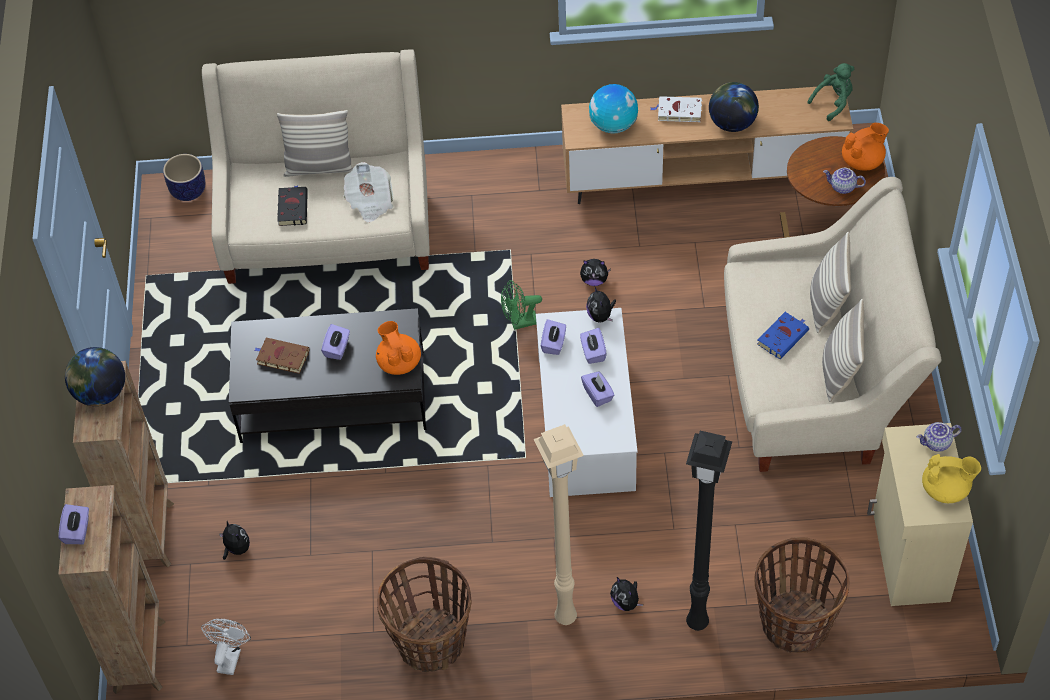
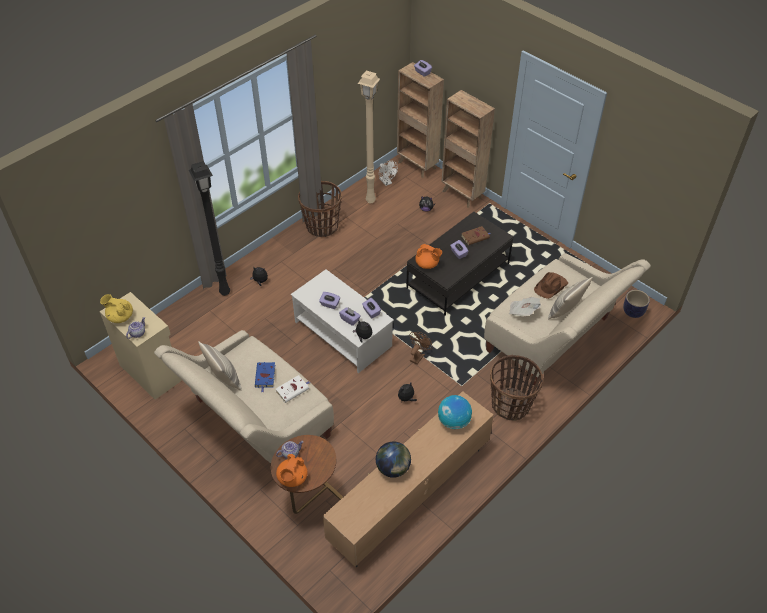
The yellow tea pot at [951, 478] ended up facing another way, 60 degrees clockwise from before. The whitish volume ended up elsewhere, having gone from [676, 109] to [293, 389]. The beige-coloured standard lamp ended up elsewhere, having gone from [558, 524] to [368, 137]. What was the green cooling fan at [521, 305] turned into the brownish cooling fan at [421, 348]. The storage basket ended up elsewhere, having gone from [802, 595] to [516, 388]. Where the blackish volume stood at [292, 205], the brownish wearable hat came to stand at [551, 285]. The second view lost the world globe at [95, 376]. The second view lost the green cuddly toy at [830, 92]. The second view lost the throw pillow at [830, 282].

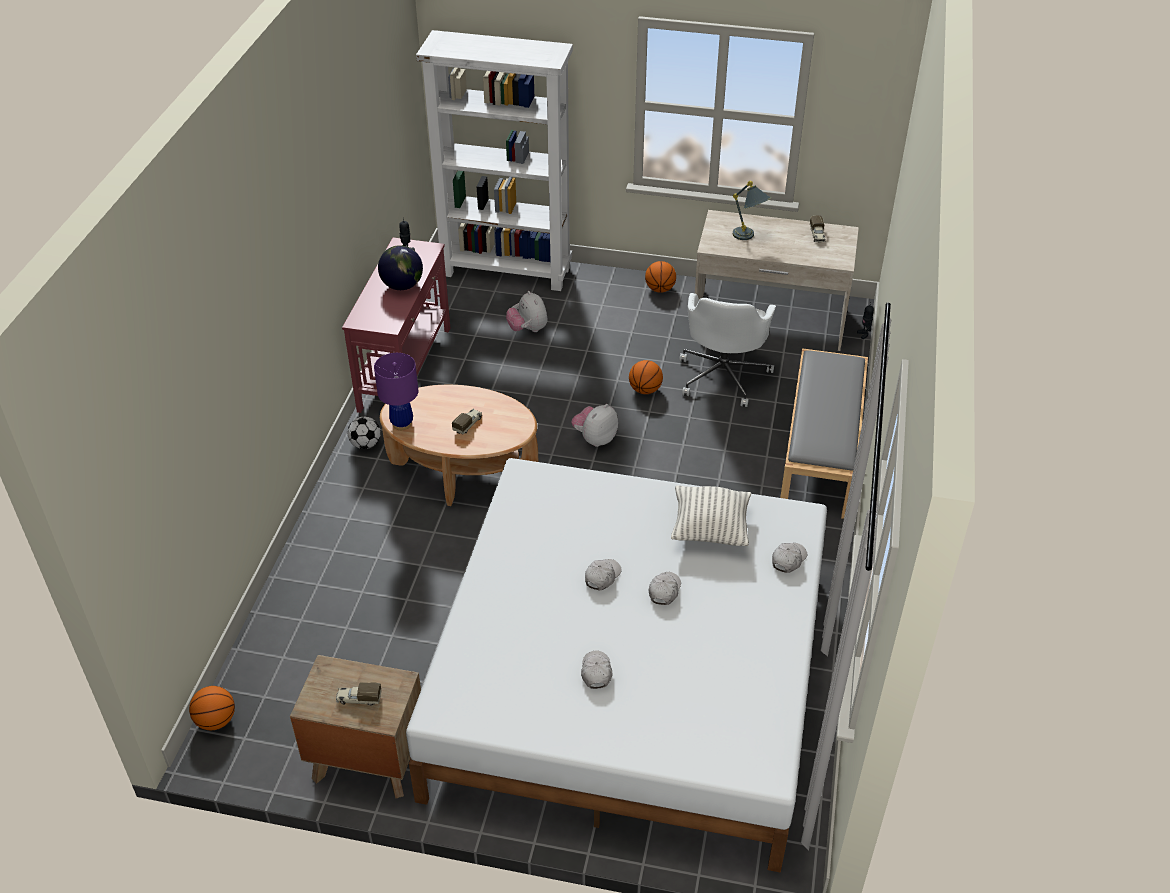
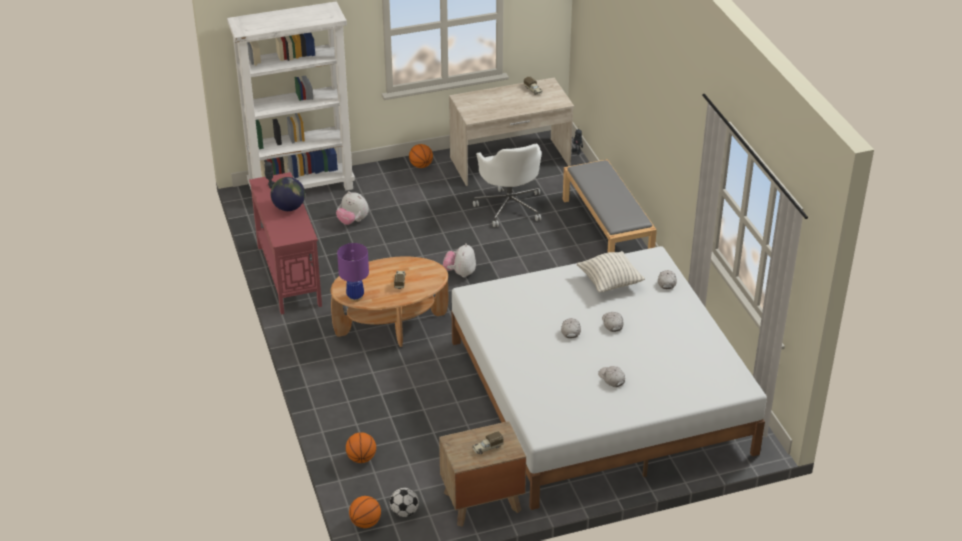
The basketball ended up elsewhere, having gone from [646, 377] to [361, 447]. The football ball ended up elsewhere, having gone from [364, 432] to [404, 502]. The second view lost the grey tabletop lamp at [752, 210].

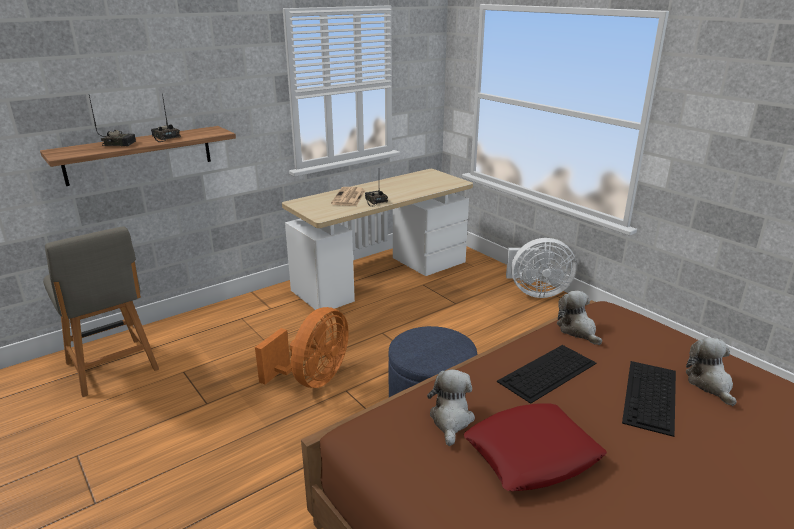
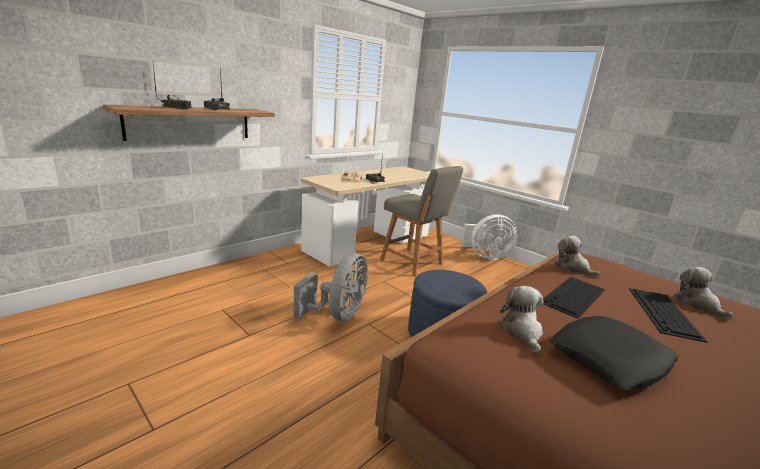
What was the orange cooling fan at [302, 347] turned into the grey cooling fan at [330, 287]. The grey plain chair ended up elsewhere, having gone from [101, 311] to [421, 221]. What was the reddish throw pillow at [535, 447] turned into the blackish throw pillow at [614, 353].

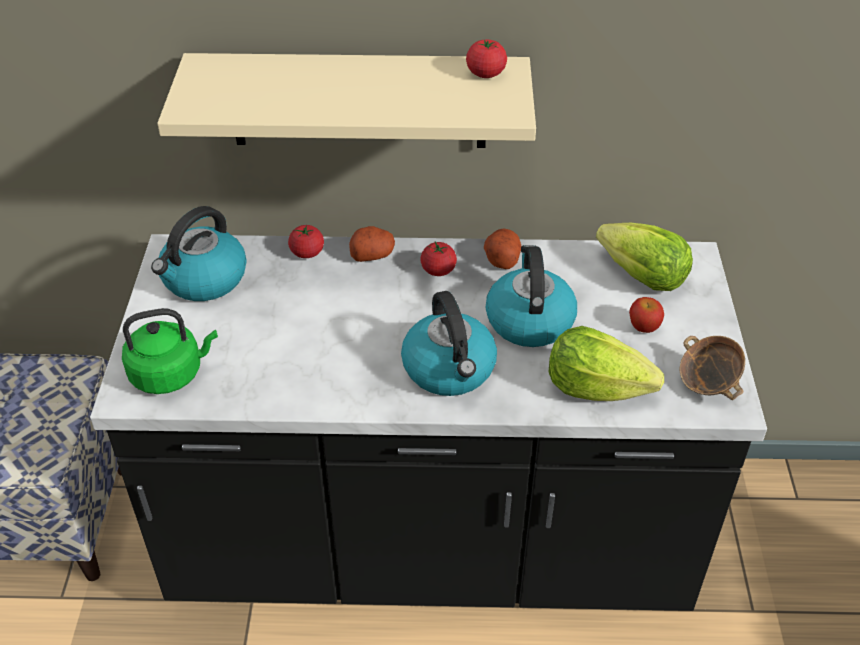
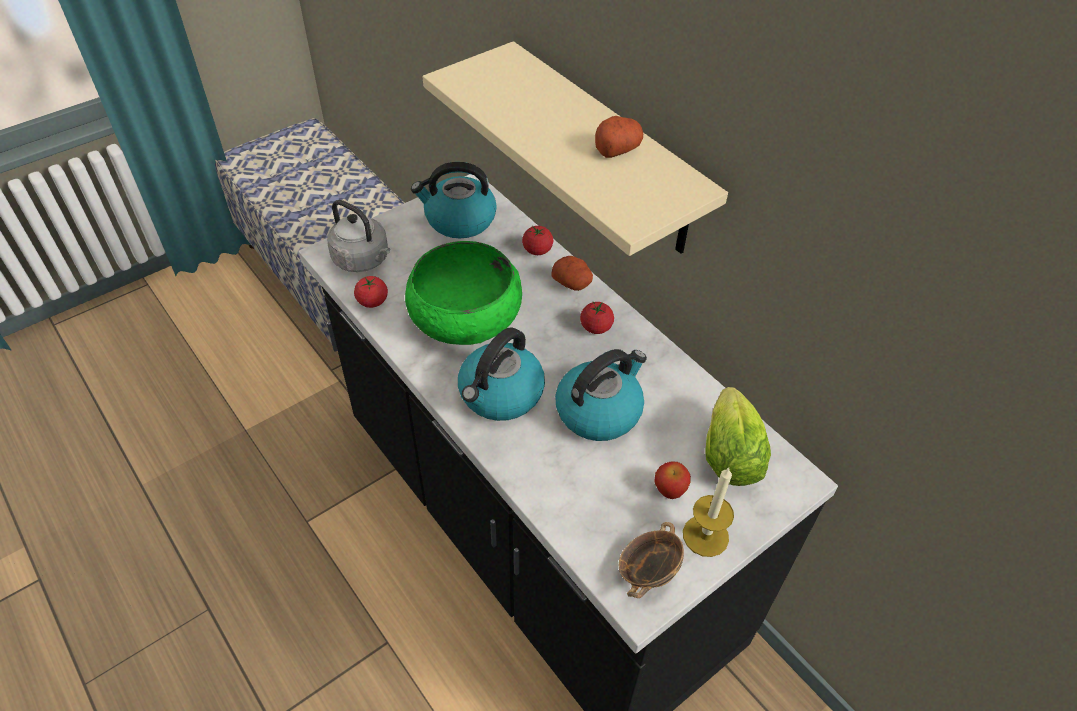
What was the green tea kettle at [170, 351] turned into the grey tea kettle at [358, 236]. The whole tomato ended up elsewhere, having gone from [486, 58] to [371, 292]. The second view gained the green deep dish at [463, 293]. The whole potato ended up elsewhere, having gone from [502, 249] to [619, 137]. The second view gained the candle at [708, 512]. The second view lost the lettuce at [606, 363].

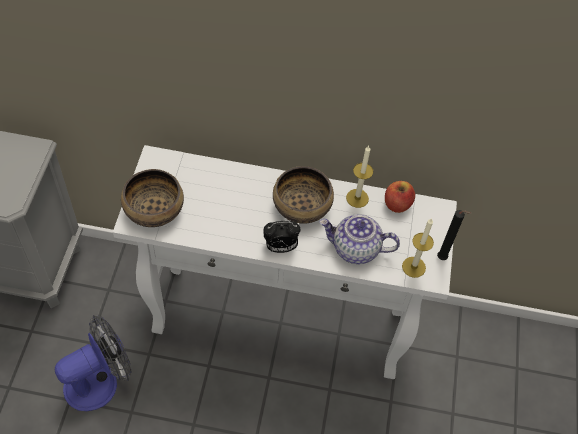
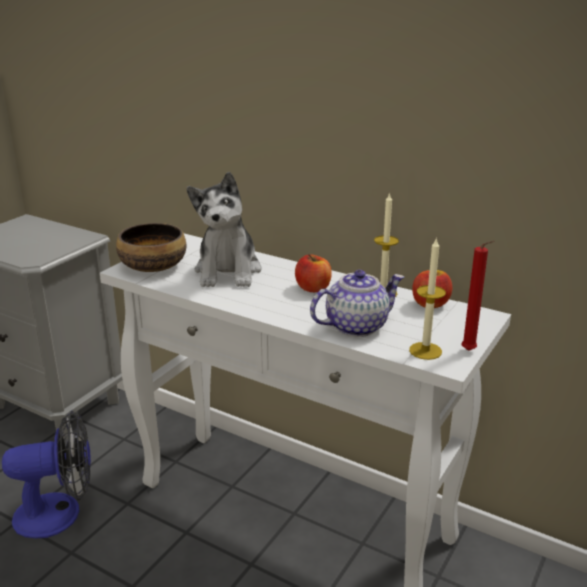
The second view gained the cuddly toy at [224, 229]. Where the deep dish stood at [303, 195], the whole apple came to stand at [313, 273]. The tea pot at [359, 239] ended up facing another way, 120 degrees clockwise from before. What was the blackish candle at [454, 235] turned into the reddish candle at [478, 296]. The second view lost the alarm clock at [281, 237].

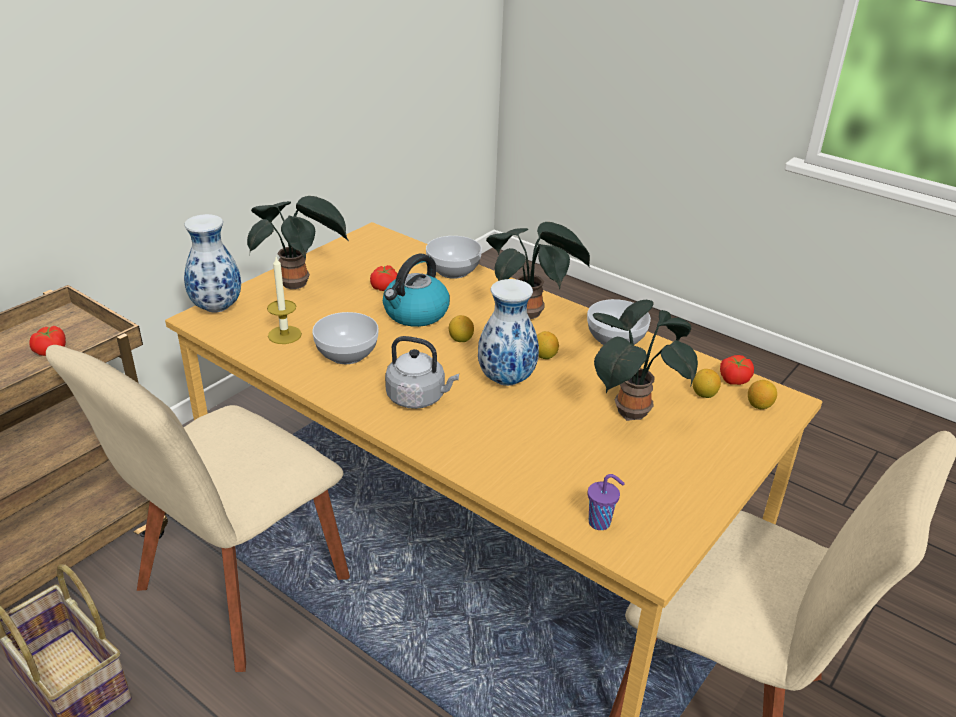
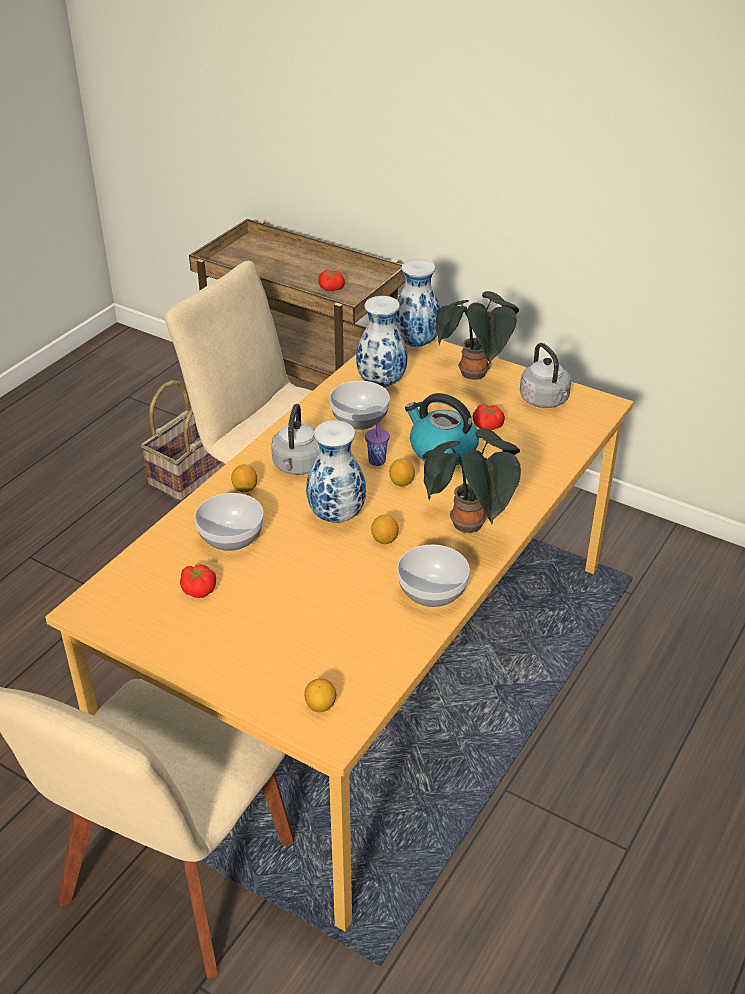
The whole tomato ended up elsewhere, having gone from [737, 370] to [198, 581]. The deep dish ended up elsewhere, having gone from [454, 257] to [229, 522]. The citrus fruit ended up elsewhere, having gone from [706, 383] to [244, 478]. Where the candle stood at [284, 300], the flower vase came to stand at [381, 341]. The purple-coloured small cup ended up elsewhere, having gone from [606, 502] to [377, 444]. The second view gained the grey tea kettle at [545, 375]. The second view lost the plant in a pot at [645, 360].

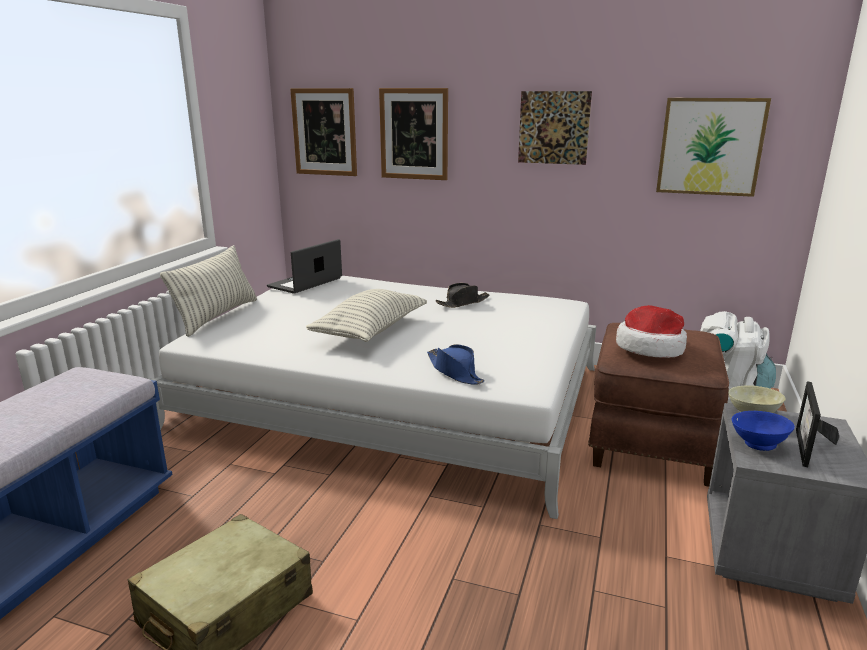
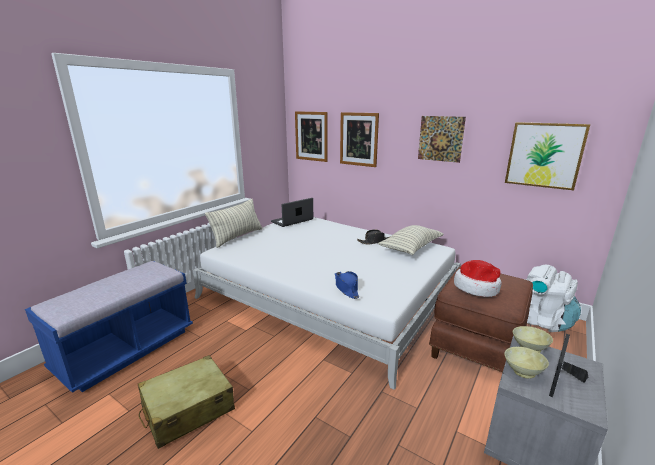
The throw pillow ended up elsewhere, having gone from [366, 315] to [410, 240]. What was the blue-coloured deep dish at [763, 431] turned into the beige-coloured deep dish at [526, 363].

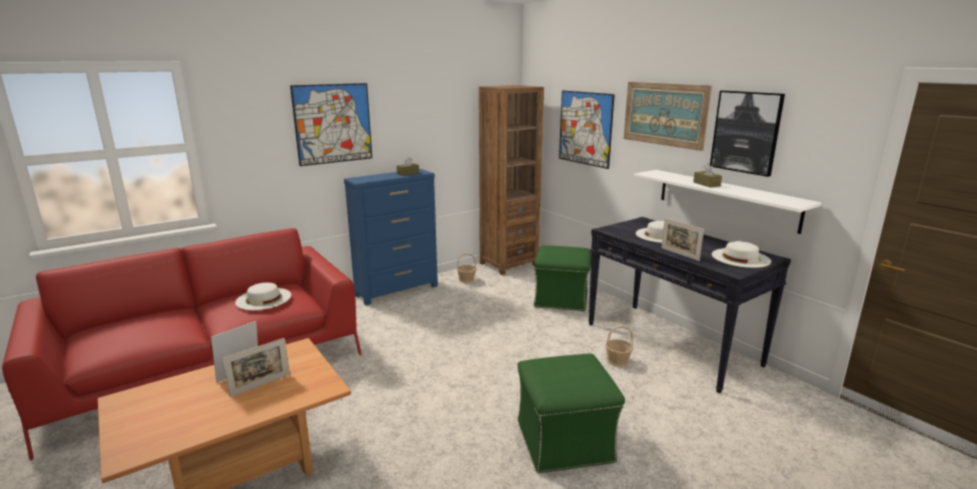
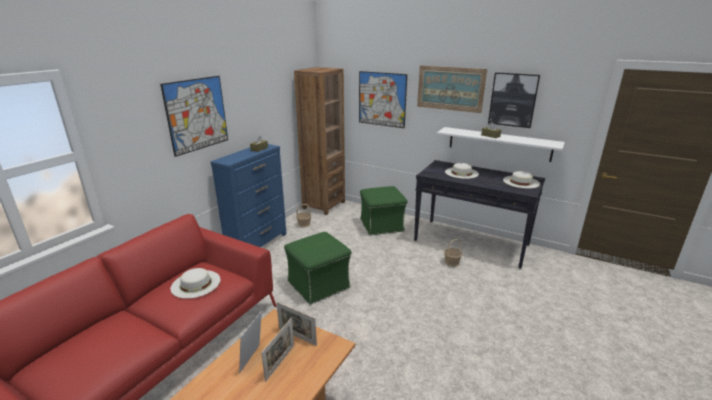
The standing frame ended up elsewhere, having gone from [682, 239] to [296, 324]. The green ottoman ended up elsewhere, having gone from [571, 413] to [317, 268].

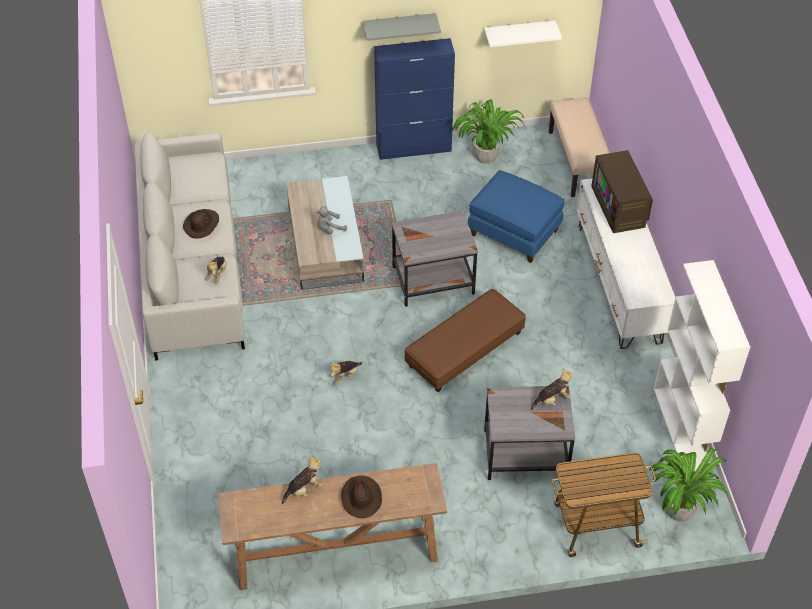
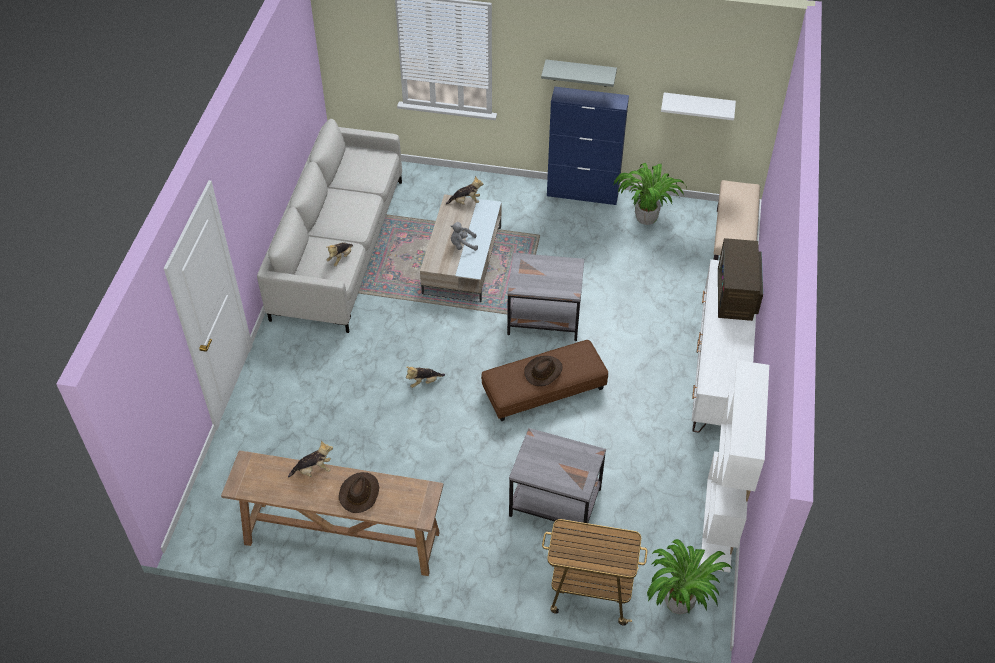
The cuddly toy ended up elsewhere, having gone from [552, 389] to [464, 190]. The brownish wearable hat ended up elsewhere, having gone from [201, 224] to [543, 371]. The second view lost the blue-coloured ottoman at [516, 216].

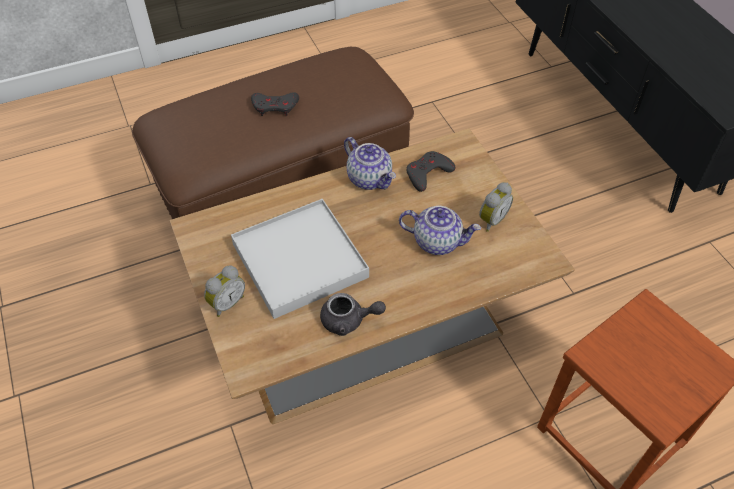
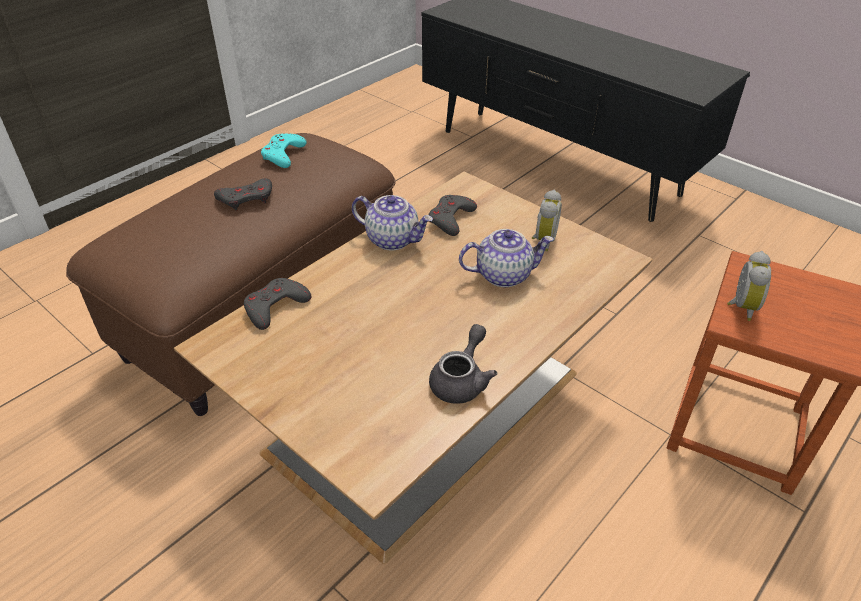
The second view gained the grey gamepad at [277, 304]. The second view gained the turquoise-coloured gamepad at [284, 150]. The grey tea pot at [353, 314] ended up facing another way, 45 degrees counterclockwise from before. The alarm clock ended up elsewhere, having gone from [224, 291] to [749, 286]. The second view lost the whitish carrying tray at [300, 259].

